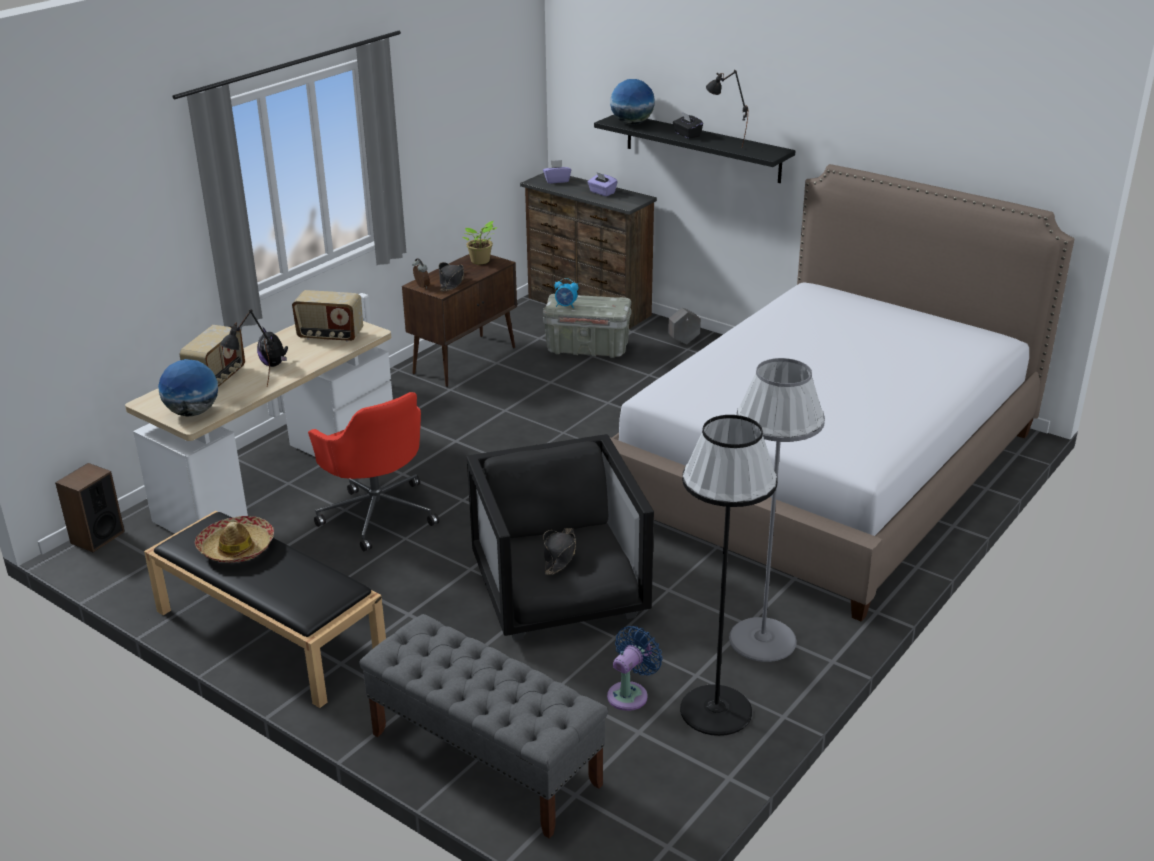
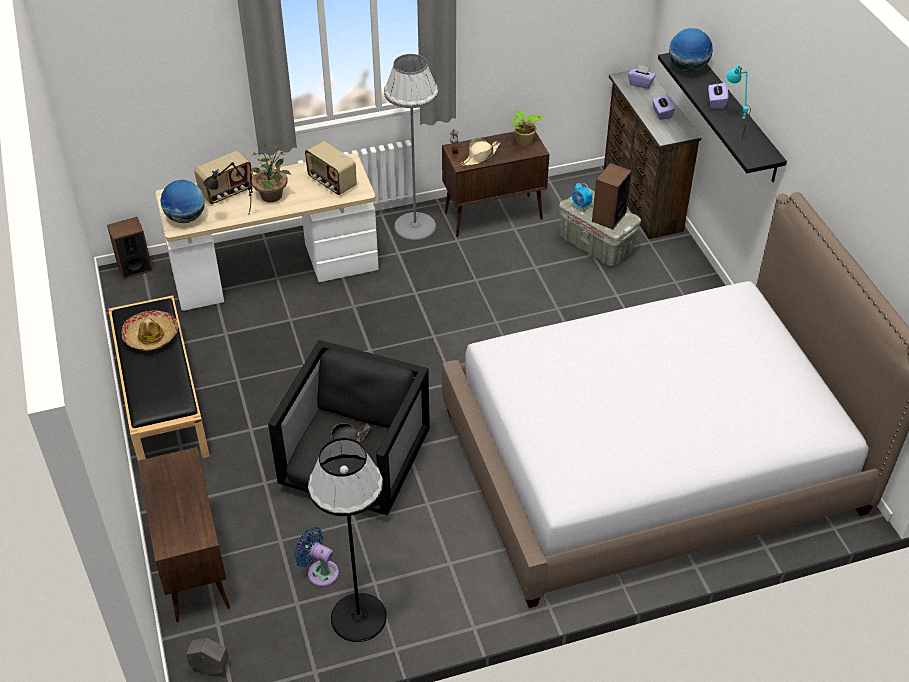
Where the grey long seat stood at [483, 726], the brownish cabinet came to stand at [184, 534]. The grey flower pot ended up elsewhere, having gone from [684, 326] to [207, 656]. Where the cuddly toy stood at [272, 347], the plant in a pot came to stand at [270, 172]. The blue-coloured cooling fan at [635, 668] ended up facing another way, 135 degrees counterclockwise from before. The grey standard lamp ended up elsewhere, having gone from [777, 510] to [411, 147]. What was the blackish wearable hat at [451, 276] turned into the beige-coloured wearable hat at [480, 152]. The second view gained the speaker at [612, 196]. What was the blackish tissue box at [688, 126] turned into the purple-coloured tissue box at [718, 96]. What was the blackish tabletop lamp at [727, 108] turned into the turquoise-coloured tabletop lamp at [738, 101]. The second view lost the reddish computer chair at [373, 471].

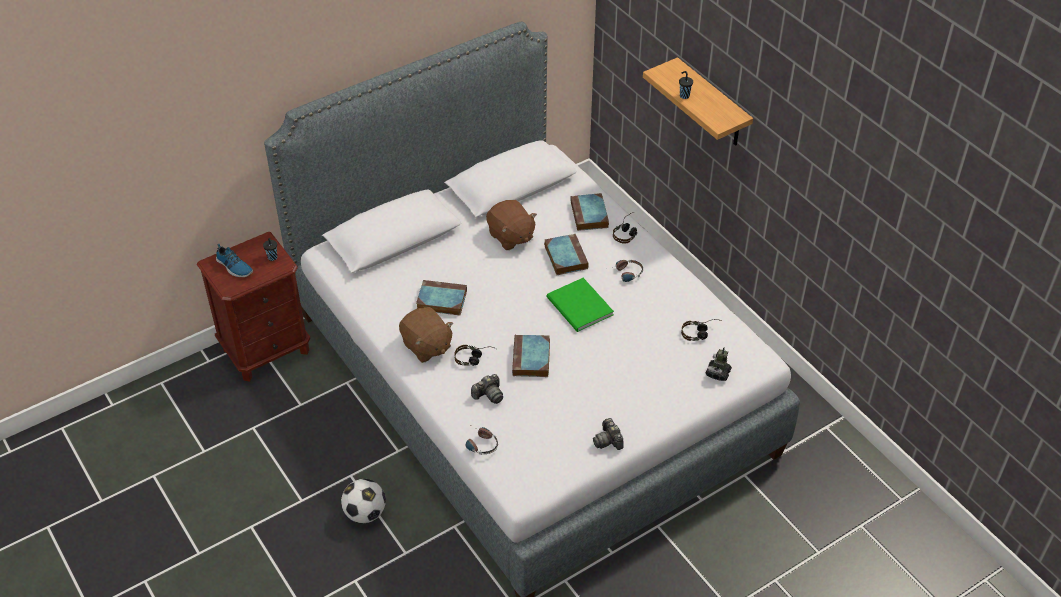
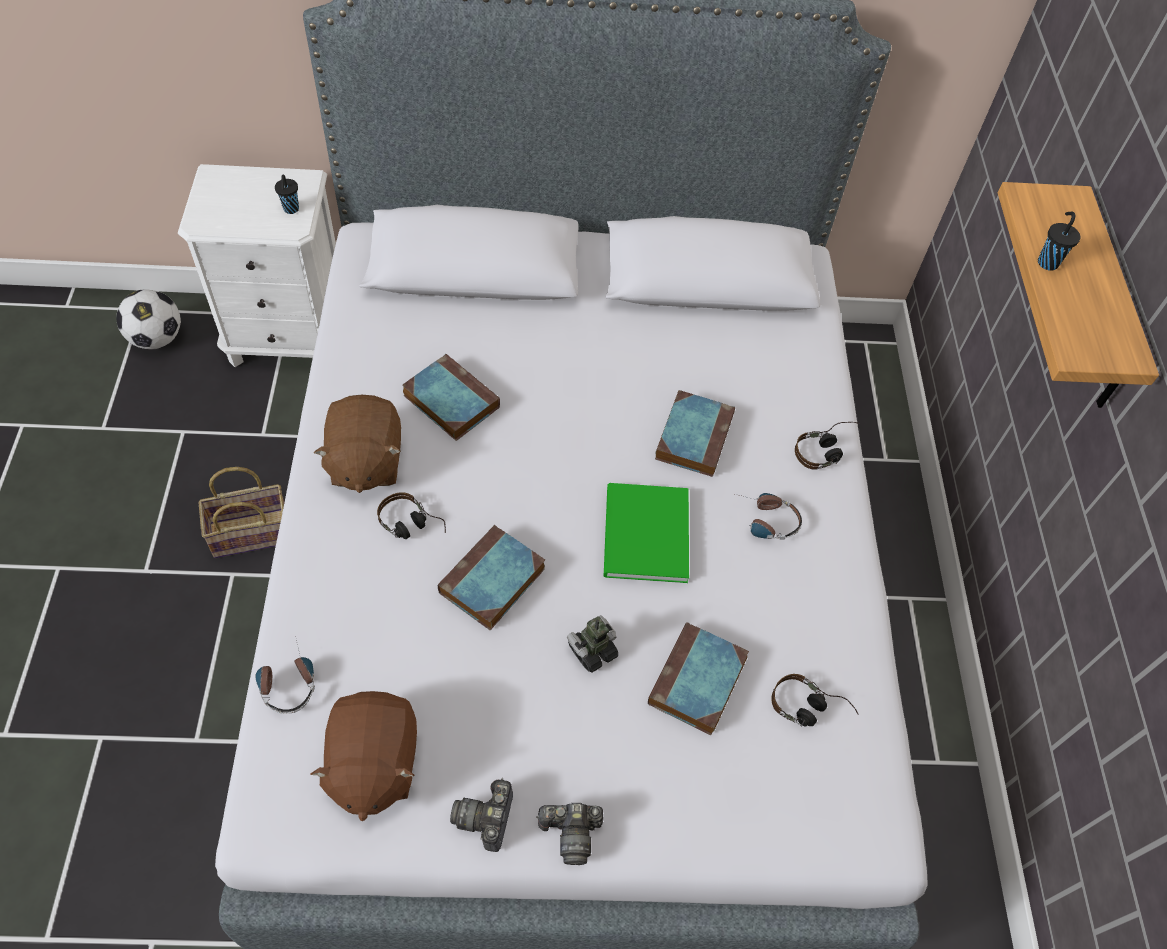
The football ball ended up elsewhere, having gone from [363, 501] to [148, 319]. What was the brownish nightstand at [253, 307] turned into the whitish nightstand at [257, 265]. The second view gained the storage basket at [241, 512]. The brownish cuddly toy ended up elsewhere, having gone from [511, 225] to [364, 756]. The photo camera ended up elsewhere, having gone from [487, 389] to [569, 834]. The toy robot ended up elsewhere, having gone from [719, 364] to [592, 644]. The volume ended up elsewhere, having gone from [589, 212] to [698, 678]. The second view lost the shoe at [234, 260].

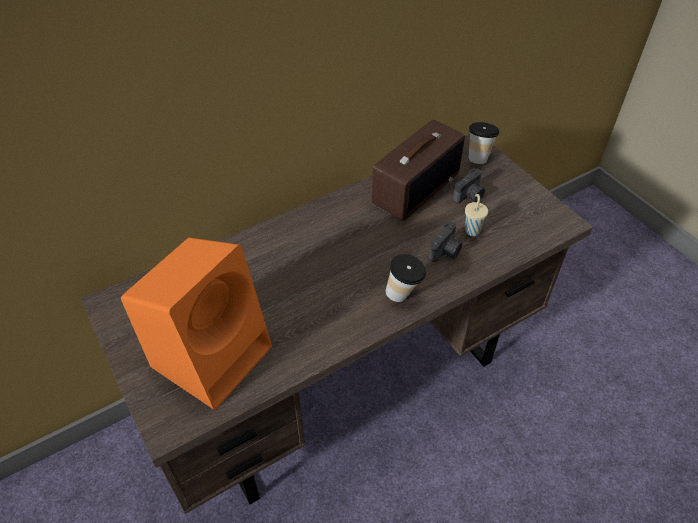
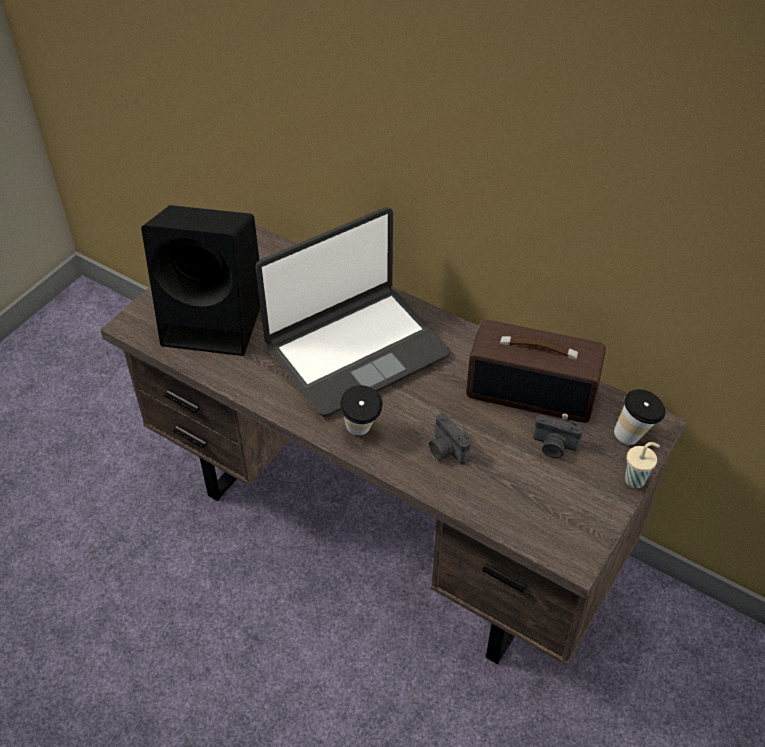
What was the orange speaker at [196, 324] turned into the blackish speaker at [200, 280]. The second view gained the laptop at [352, 312]. The photo camera at [445, 242] ended up facing another way, 45 degrees clockwise from before. The beige-coloured small cup ended up elsewhere, having gone from [476, 215] to [642, 465].

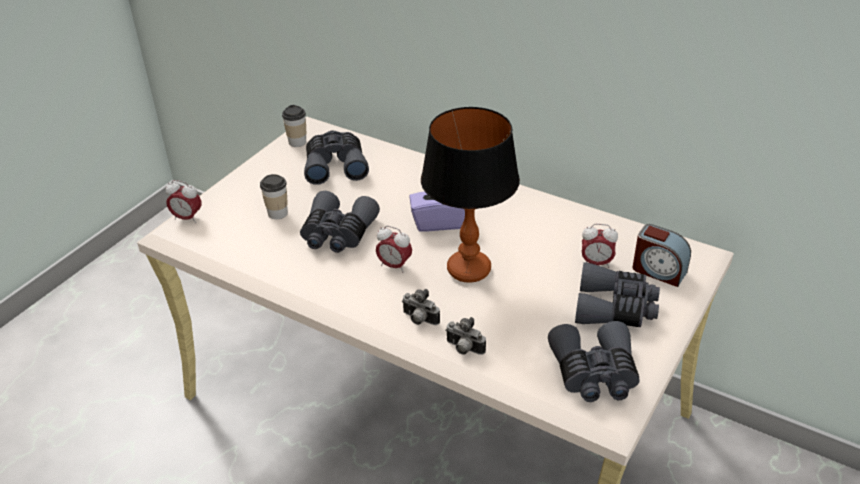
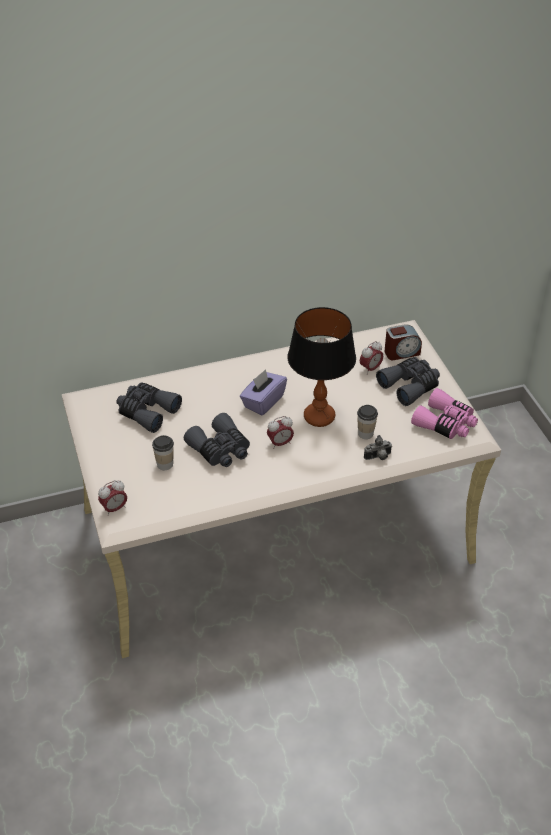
The small cup ended up elsewhere, having gone from [294, 126] to [367, 422]. What was the grey binoculars at [594, 361] turned into the pinkish binoculars at [444, 413]. The second view lost the photo camera at [421, 307].

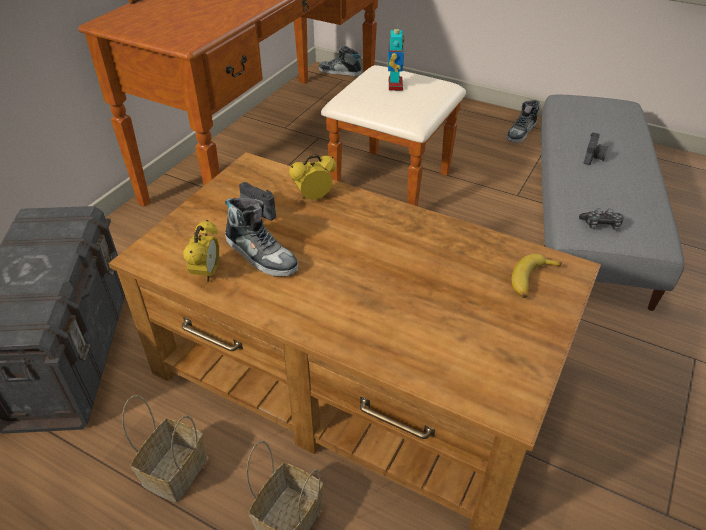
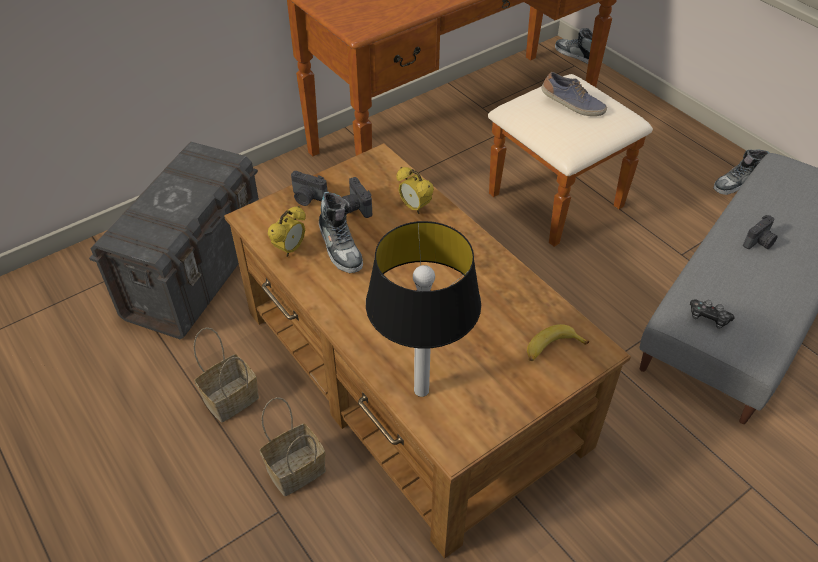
The second view gained the photo camera at [309, 188]. The second view gained the tabletop lamp at [423, 309]. The alarm clock at [312, 177] ended up facing another way, 135 degrees counterclockwise from before. Where the toy robot stood at [396, 60], the shoe came to stand at [574, 94].

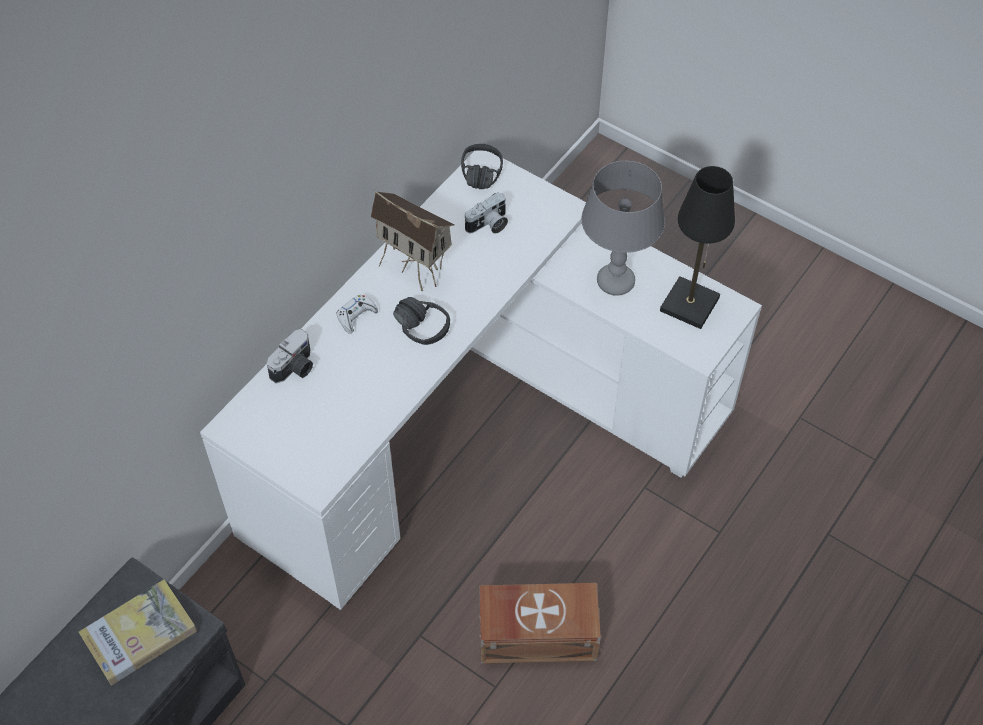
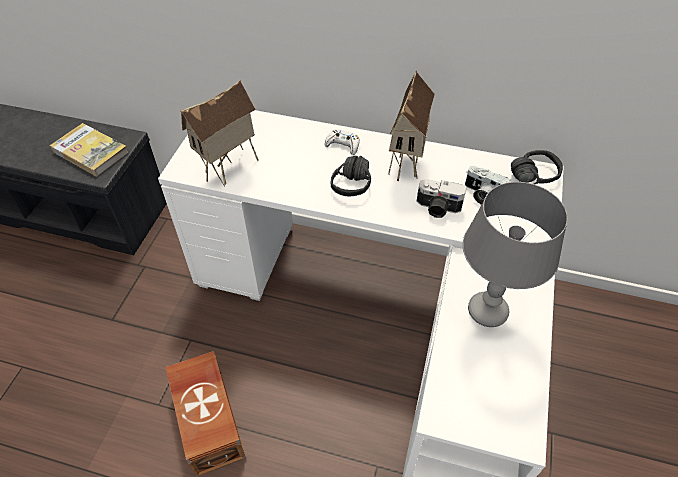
The second view gained the toy house at [219, 133]. The photo camera ended up elsewhere, having gone from [290, 356] to [441, 198]. The second view lost the blackish tabletop lamp at [697, 247].

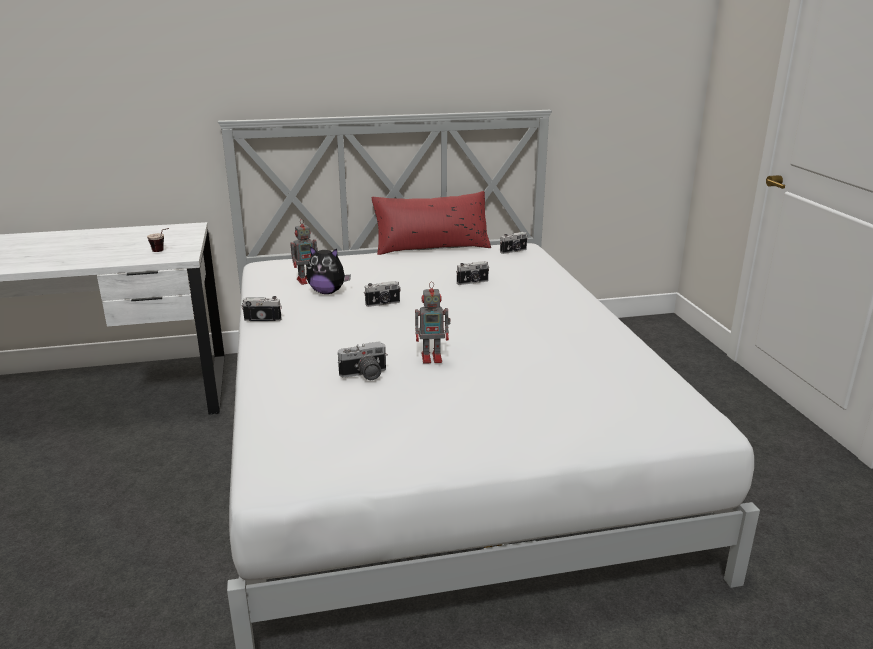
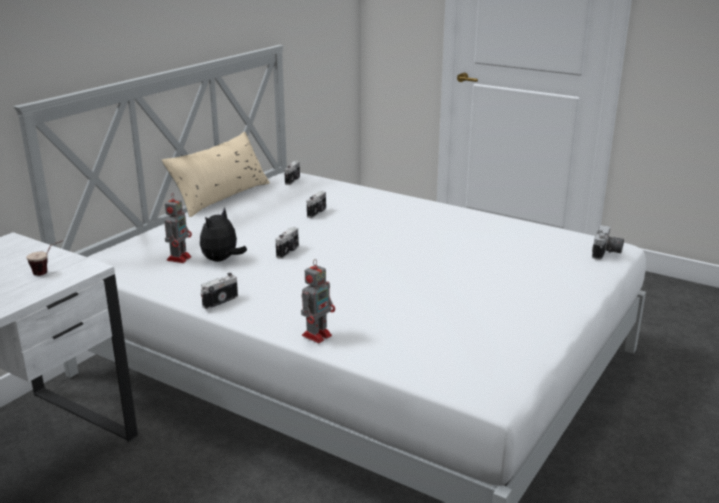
What was the reddish throw pillow at [431, 223] turned into the beige-coloured throw pillow at [215, 174]. The cuddly toy at [328, 270] ended up facing another way, 150 degrees clockwise from before. The toy robot ended up elsewhere, having gone from [433, 322] to [318, 301]. The photo camera ended up elsewhere, having gone from [363, 360] to [608, 242].

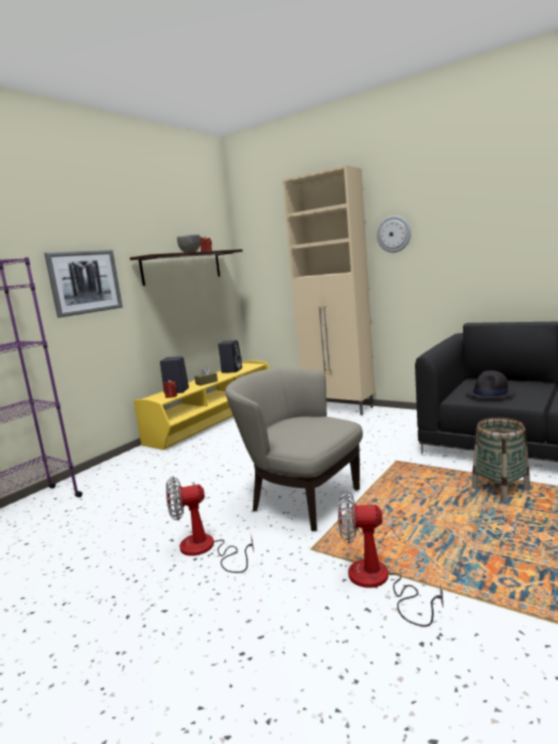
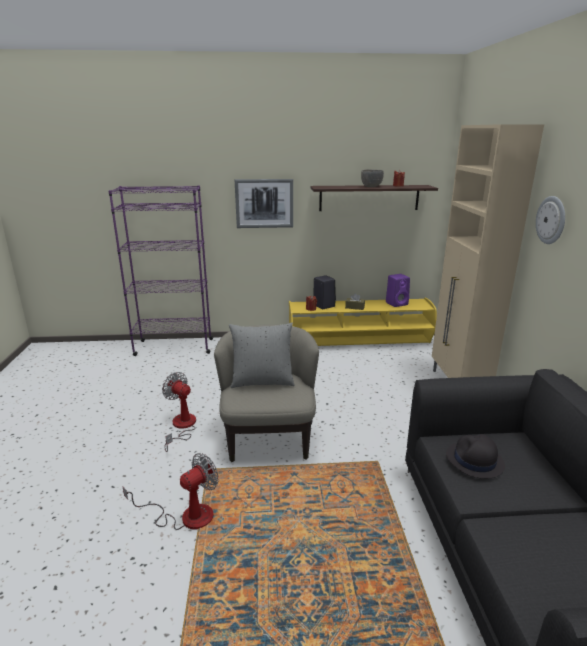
The cooling fan at [390, 559] ended up facing another way, 75 degrees clockwise from before. The second view gained the grey throw pillow at [262, 355]. What was the blackish speaker at [230, 356] turned into the purple-coloured speaker at [398, 290]. The second view lost the storage basket at [501, 460].

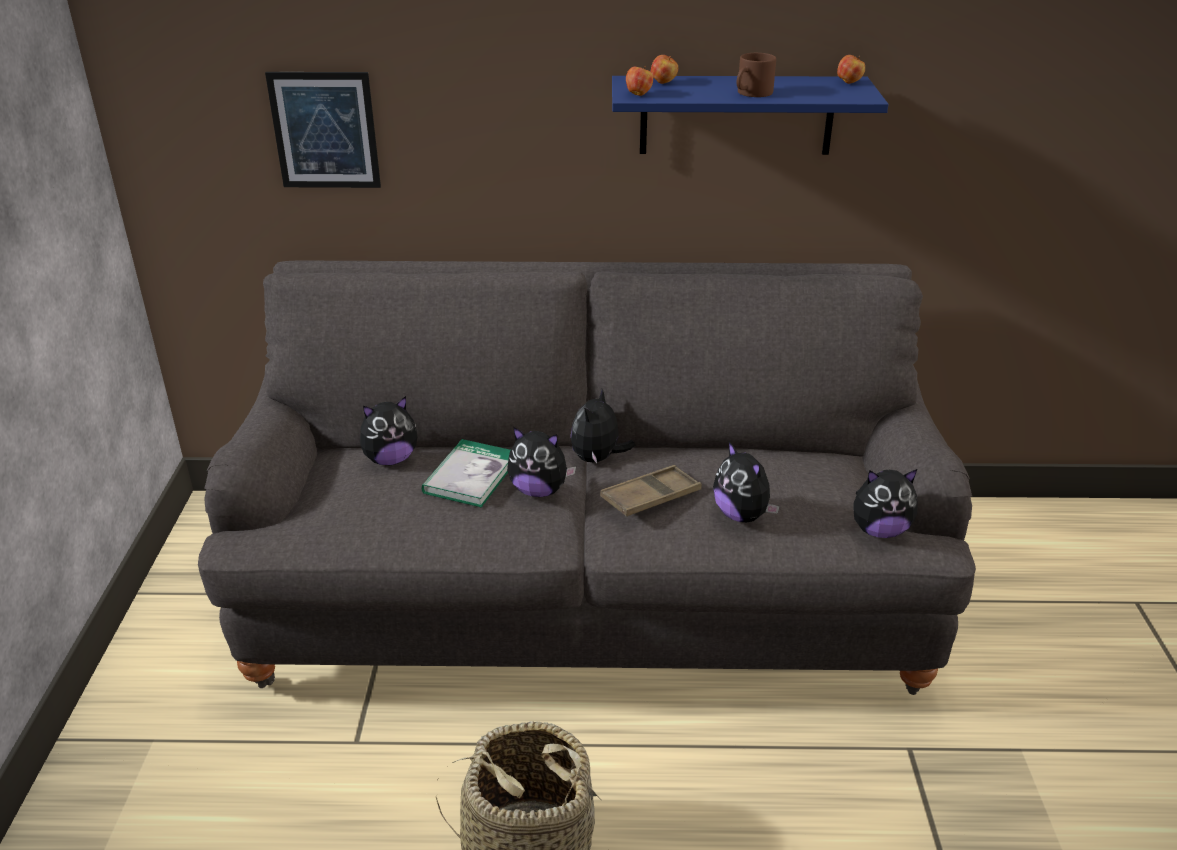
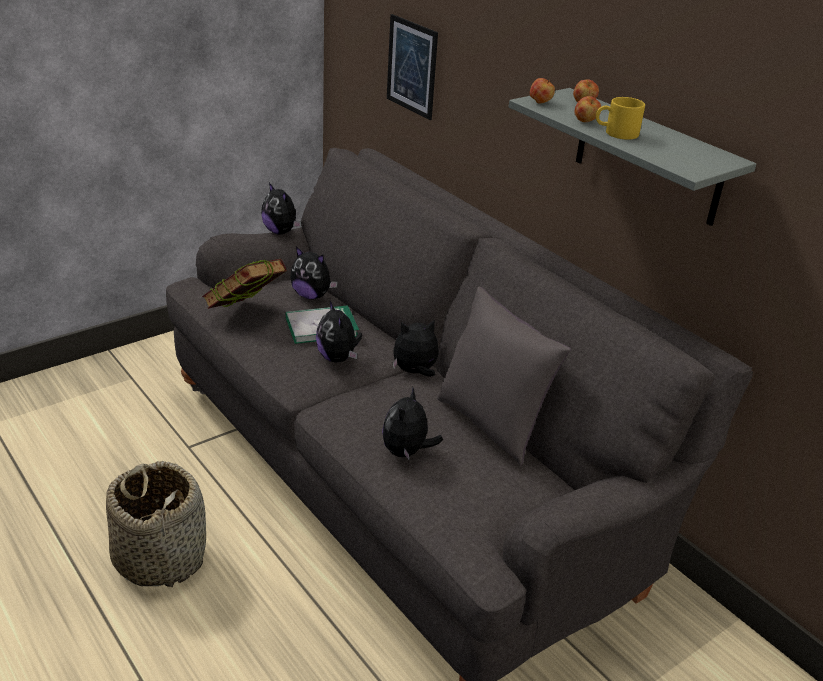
The second view gained the volume at [244, 284]. The cuddly toy ended up elsewhere, having gone from [885, 503] to [281, 209]. The second view gained the grey throw pillow at [504, 376]. What was the blue-coloured wall shelf at [750, 115] turned into the grey wall shelf at [632, 157]. The whole apple ended up elsewhere, having gone from [851, 69] to [587, 109]. What was the brownish coffee mug at [756, 75] turned into the yellow coffee mug at [620, 118]. The second view lost the brownish carrying tray at [651, 491].

